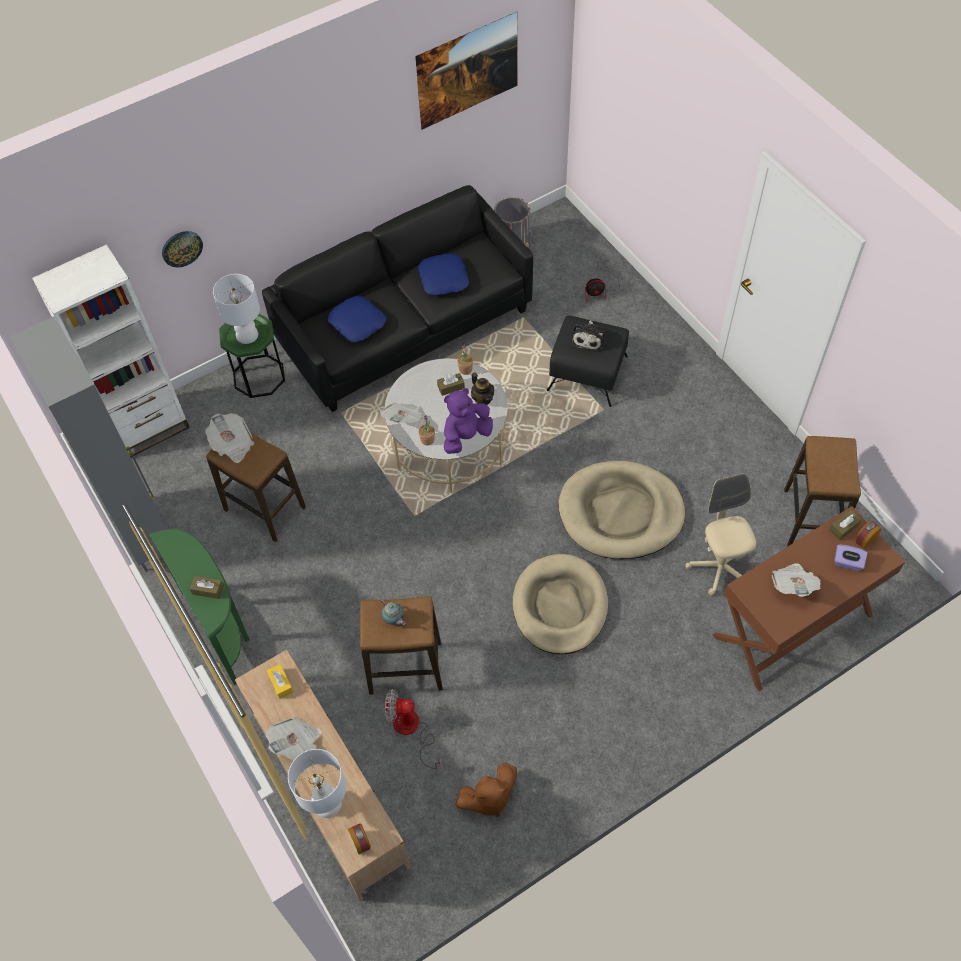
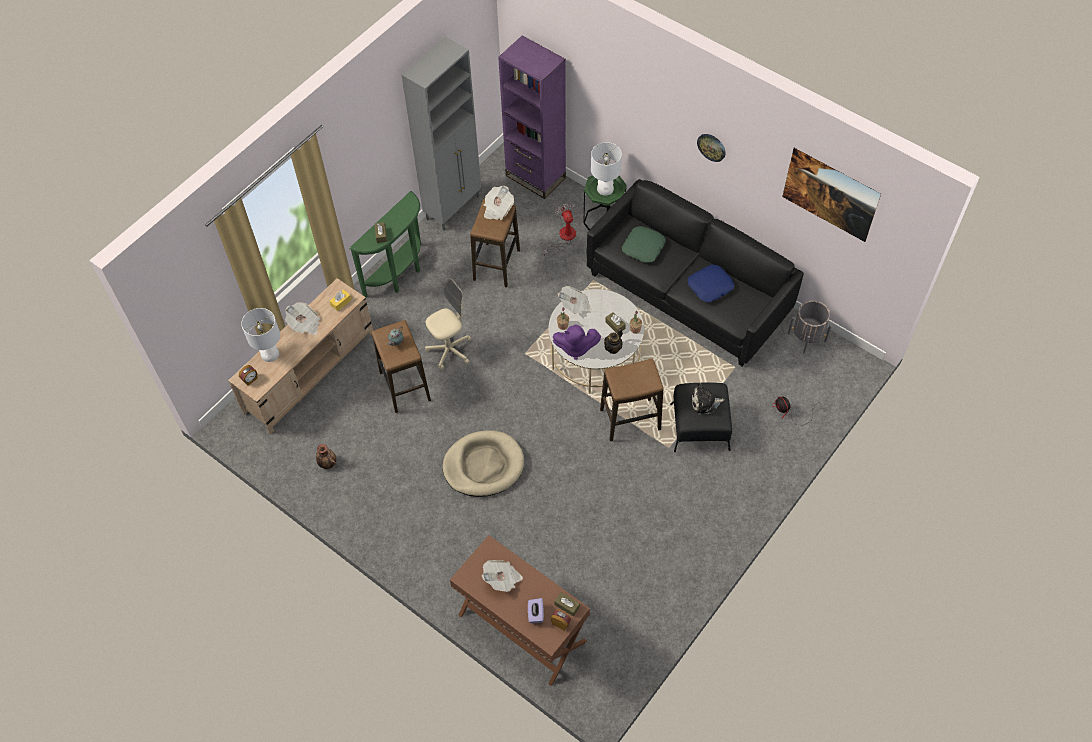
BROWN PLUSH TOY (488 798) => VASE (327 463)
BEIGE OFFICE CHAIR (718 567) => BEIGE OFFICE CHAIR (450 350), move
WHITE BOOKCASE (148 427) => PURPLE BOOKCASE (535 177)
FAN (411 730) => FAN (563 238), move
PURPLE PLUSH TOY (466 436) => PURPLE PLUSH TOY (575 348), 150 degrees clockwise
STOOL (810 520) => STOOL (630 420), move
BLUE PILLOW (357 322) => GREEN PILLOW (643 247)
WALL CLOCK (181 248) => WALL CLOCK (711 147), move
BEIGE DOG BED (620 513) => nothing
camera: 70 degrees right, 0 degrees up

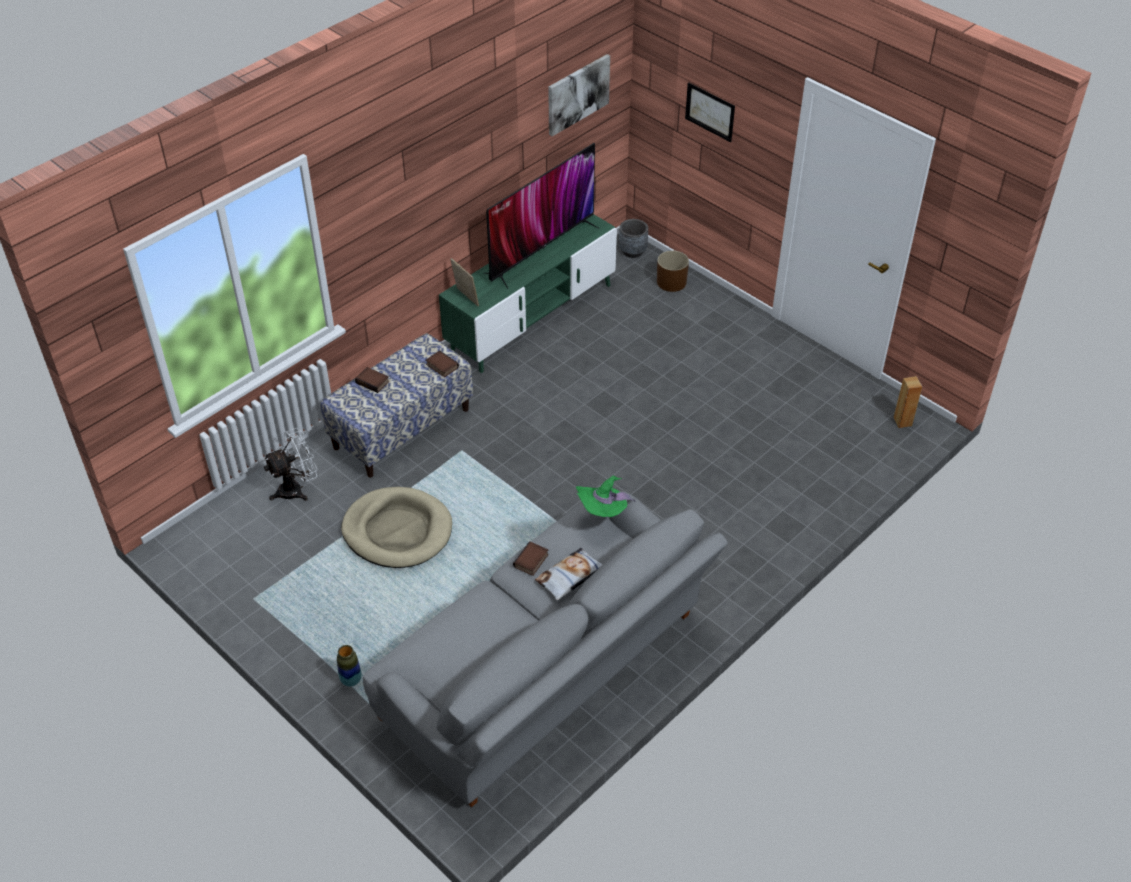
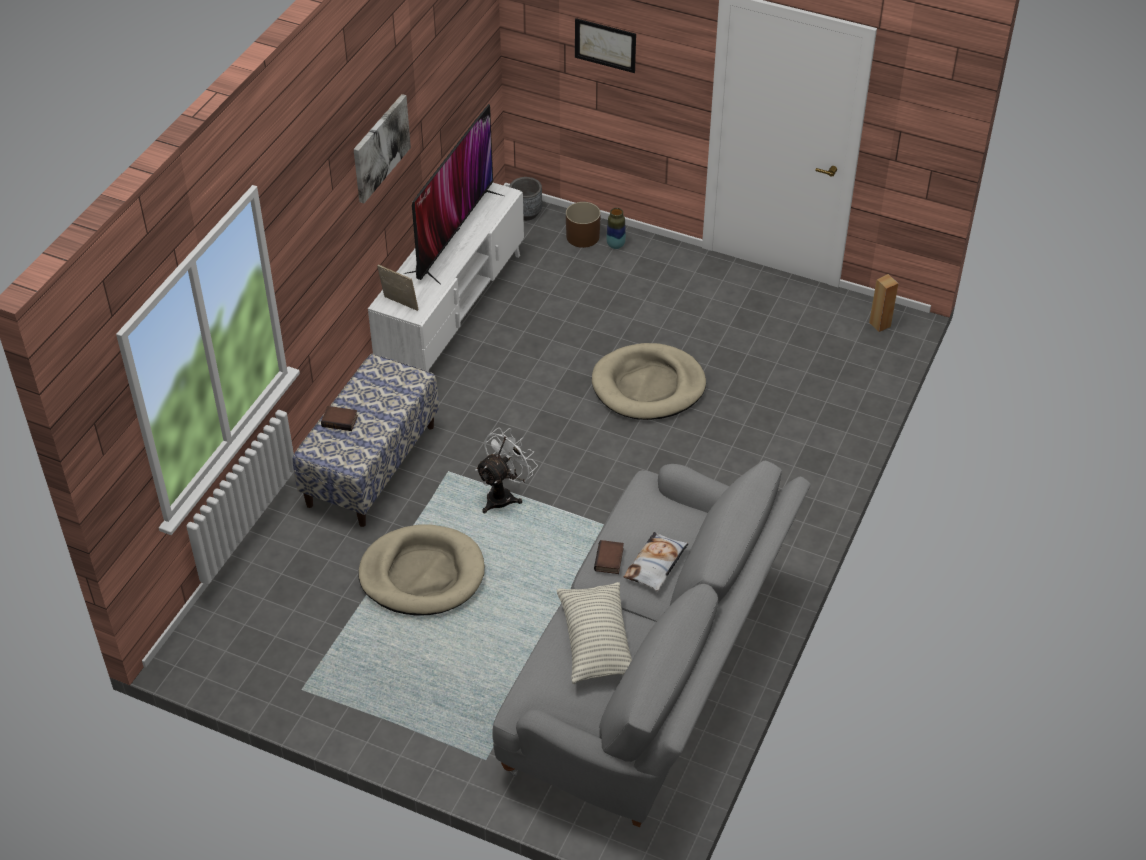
PICTURE (577 94) => PICTURE (380 147), move
GREEN TV STAND (532 317) => WHITE TV STAND (453 310)
WHITE FAN (296 489) => WHITE FAN (504 495), move
nothing => PILLOW (596 642)
nothing => BEIGE DOG BED (648 386)
VASE (351 680) => VASE (615 245), move
BOOK (441 366) => nothing
GREEN HAT (603 512) => nothing
camera: 20 degrees left, 0 degrees up

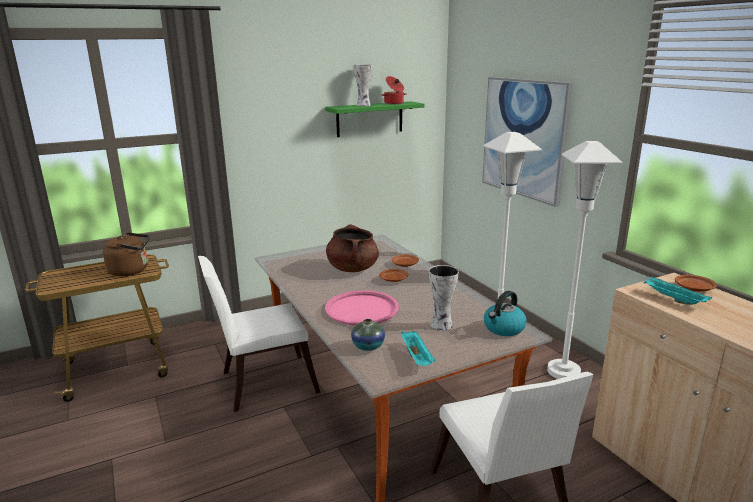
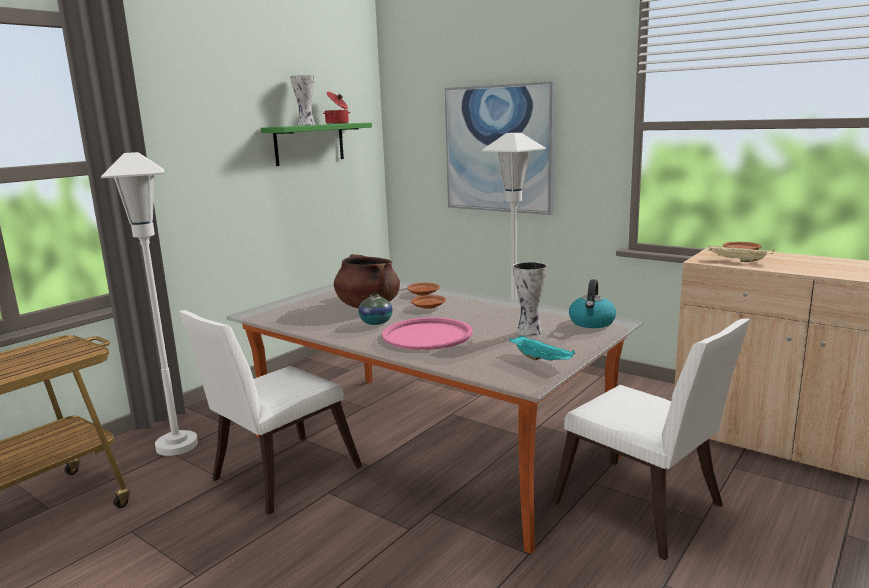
WHITE FLOOR LAMP (563 372) => WHITE FLOOR LAMP (177 445), move
VASE (368 346) => VASE (376 322), move
TURQUOISE TRAY (673 299) => BEIGE TRAY (737 261)
BROWN KETTLE (131 270) => nothing
camera: 25 degrees left, 5 degrees down

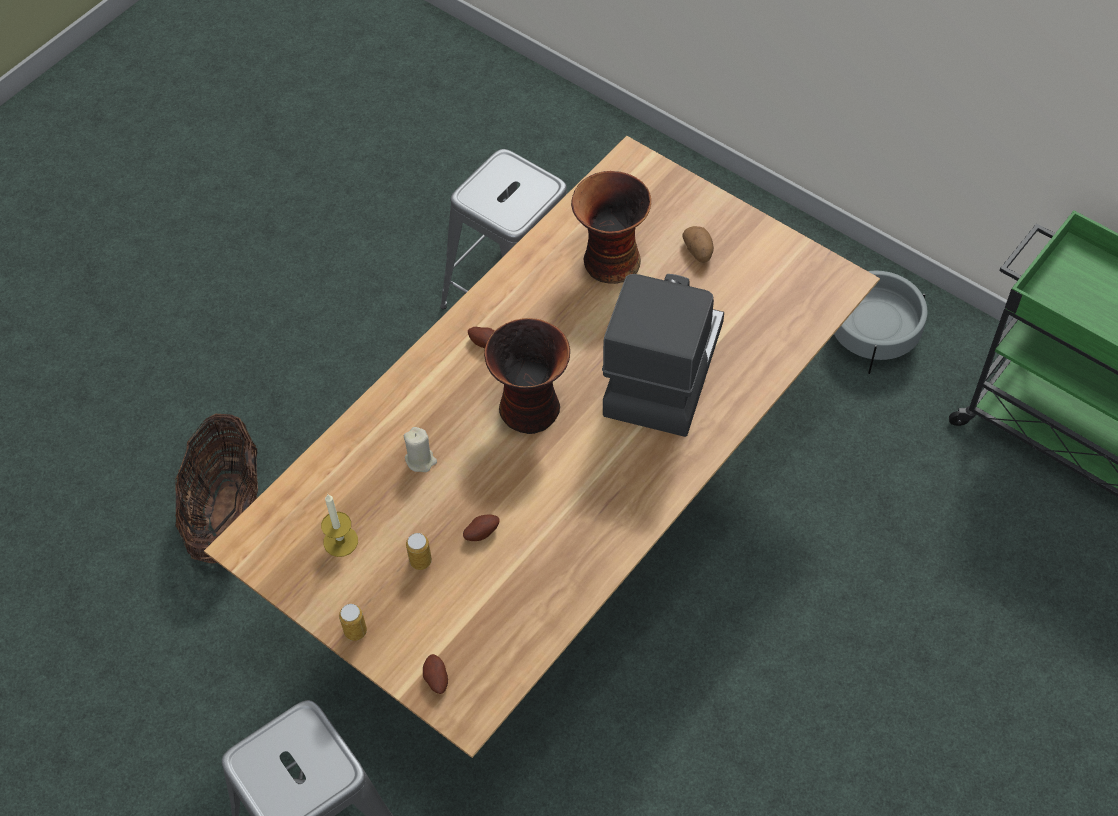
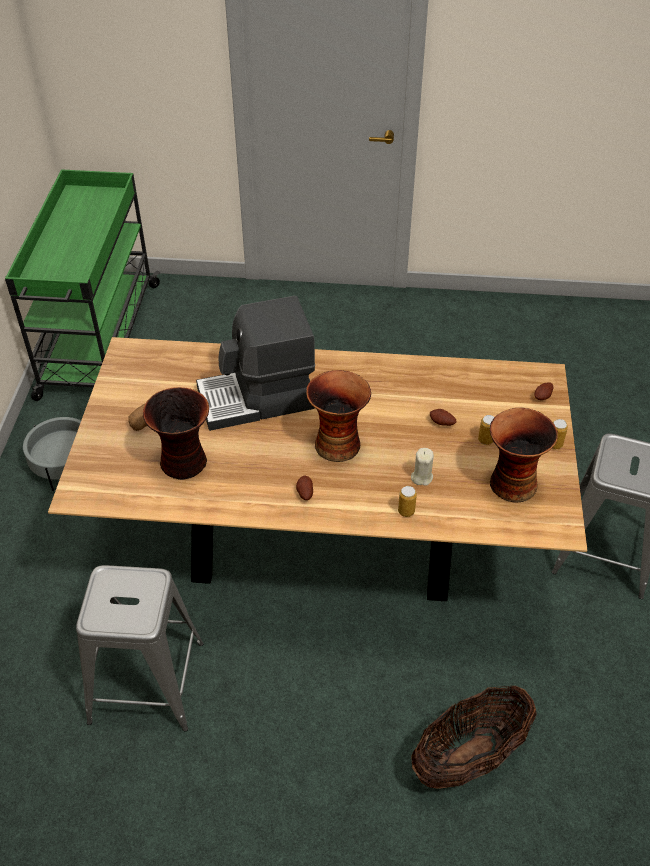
nothing => CAN (406 511)
CANDLE (340 541) => VASE (511 484)
camera: 125 degrees left, 10 degrees down

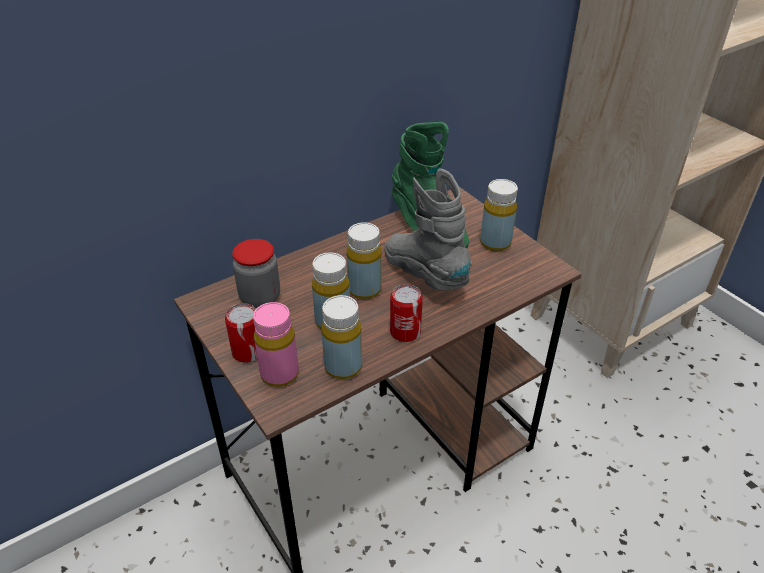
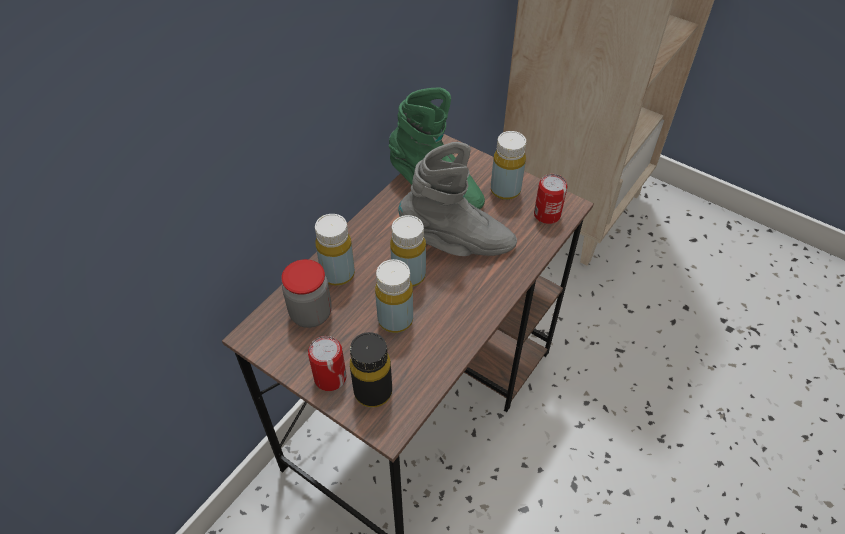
YELLOW BOTTLE (343 367) => YELLOW BOTTLE (338 274), move
PINK BOTTLE (279 374) => BLACK BOTTLE (373 392)
GREY BOOT (425 275) => GREY BOOT (457 243), 150 degrees clockwise
CAN (405 332) => CAN (547 215), move
camera: 20 degrees left, 10 degrees up

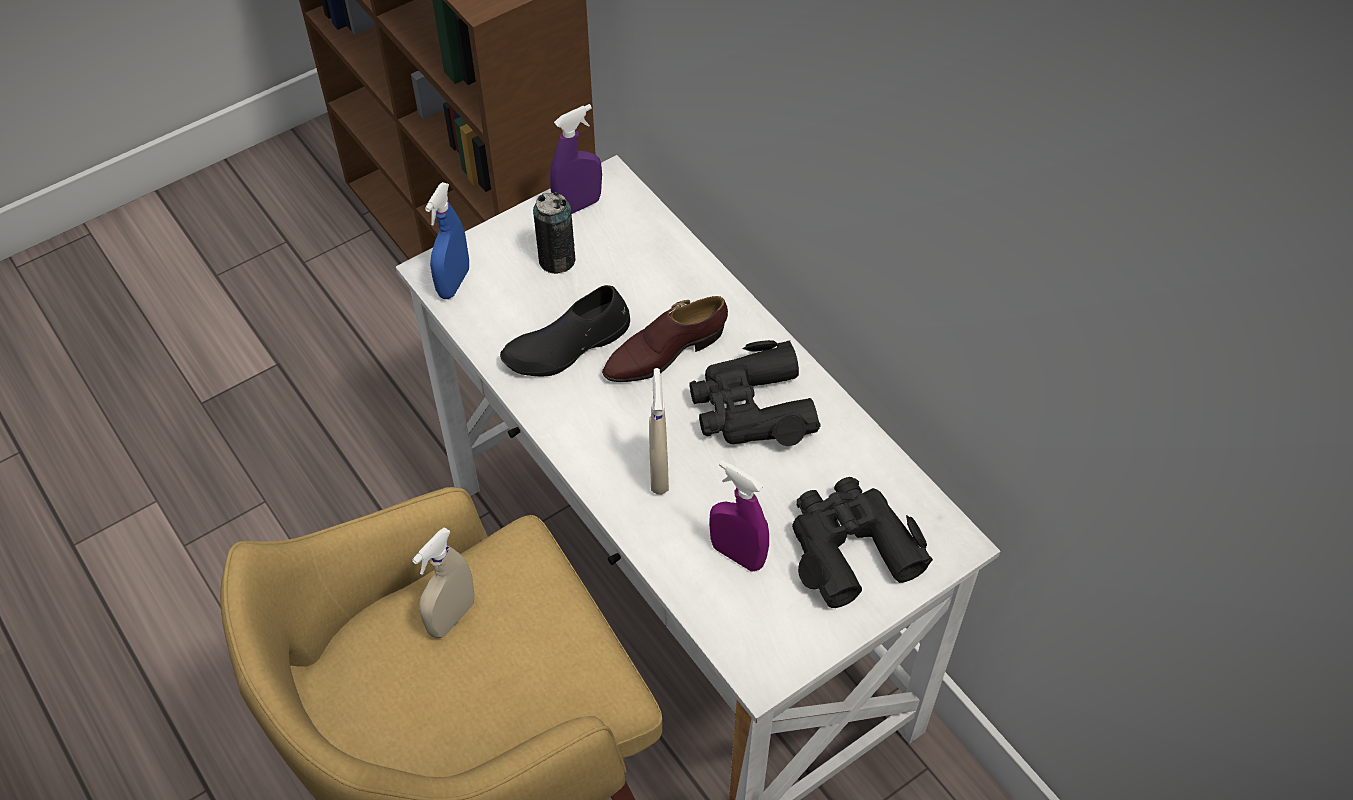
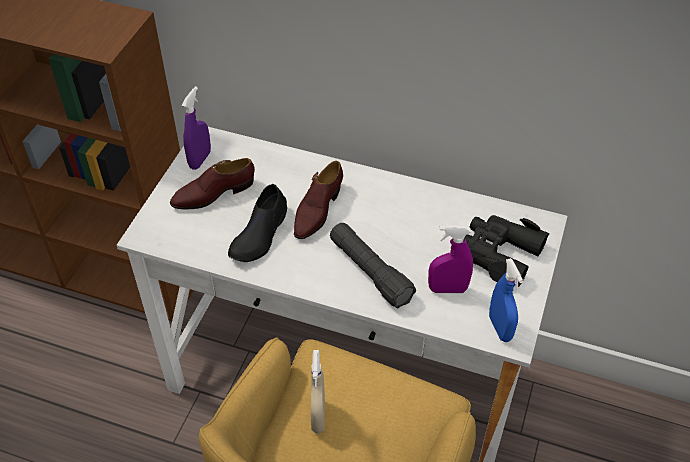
CAN (557 260) => BROWN SHOE (213 193)
BEIGE SPRAY BOTTLE (659 473) => BLACK FLASHLIGHT (370 272)
BLUE SPRAY BOTTLE (454 283) => BLUE SPRAY BOTTLE (500 328), move
BLACK BINOCULARS (751 408) => nothing
camera: 35 degrees left, 5 degrees down

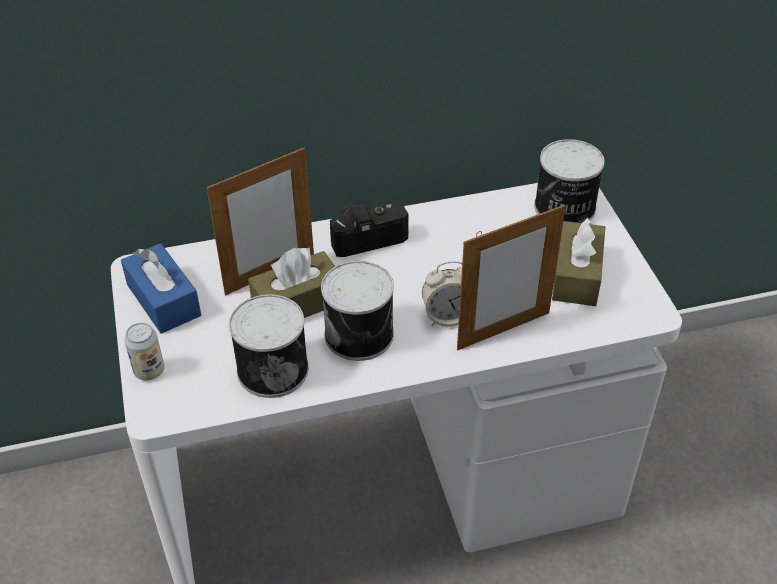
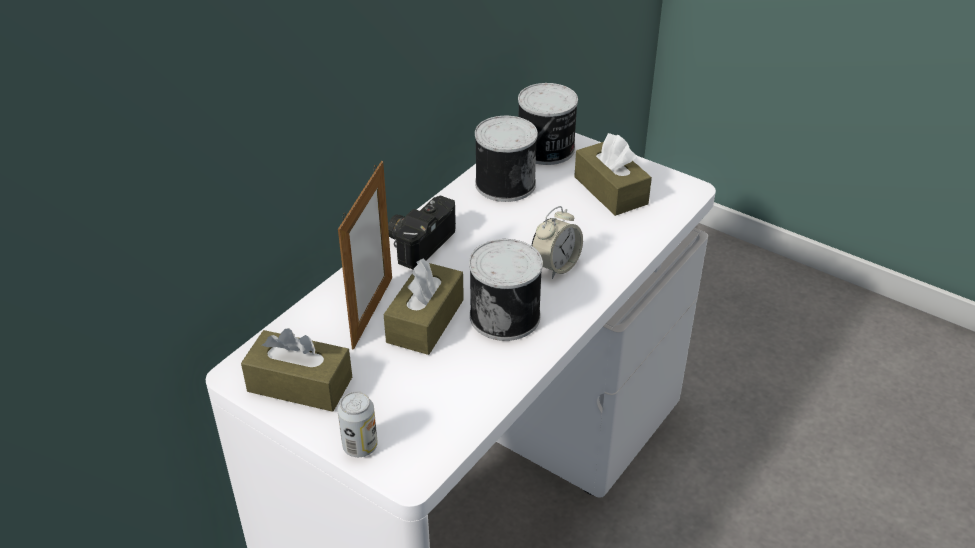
BLUE TISSUE BOX (163 300) => BROWN TISSUE BOX (300 384)
CAN (273 368) => CAN (504 183), move
PICTURE FRAME (503 330) => nothing
camera: 40 degrees left, 5 degrees down

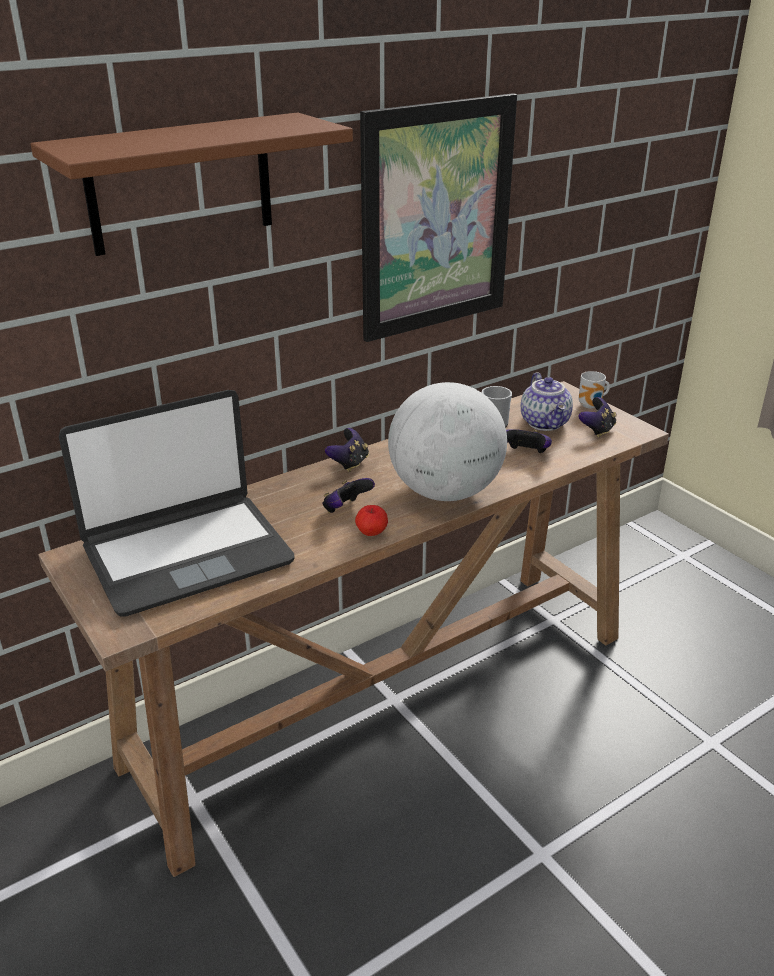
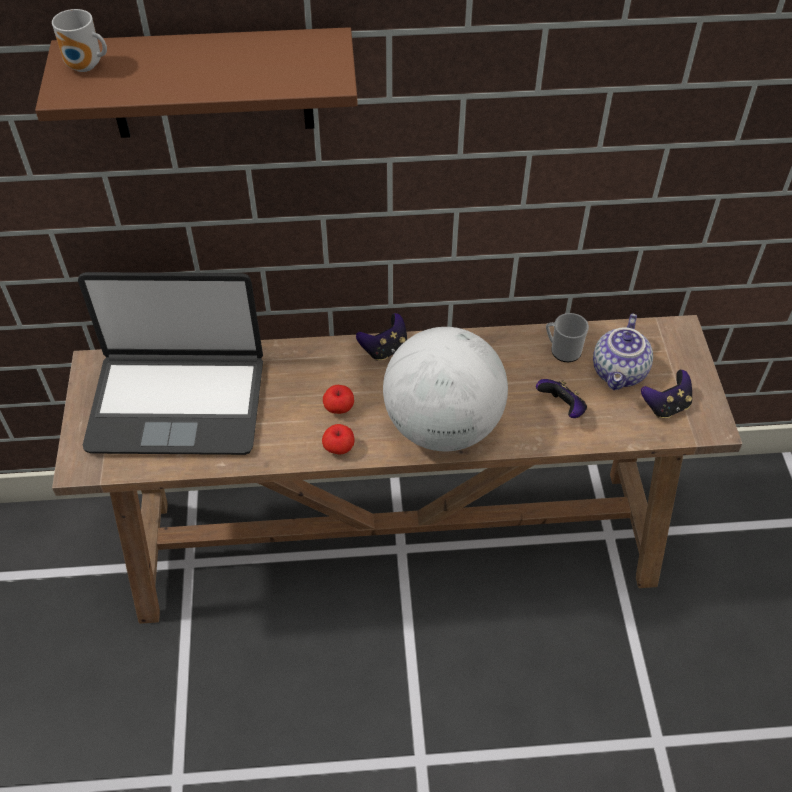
MUG (591 406) => MUG (86 67), move
GAME CONTROLLER (346 509) => APPLE (339 408)
PICTURE (436 218) => nothing
camera: 30 degrees right, 20 degrees up

